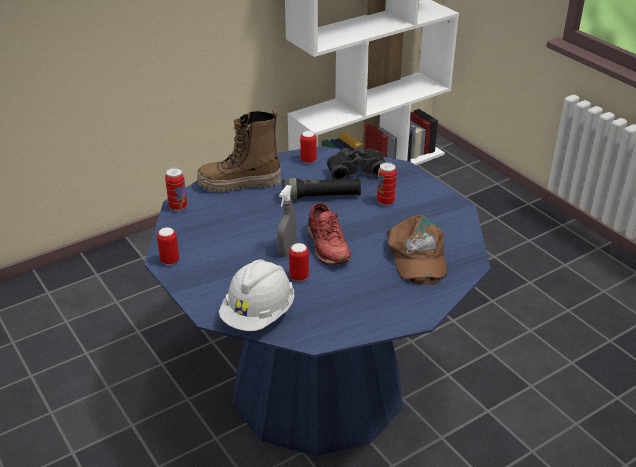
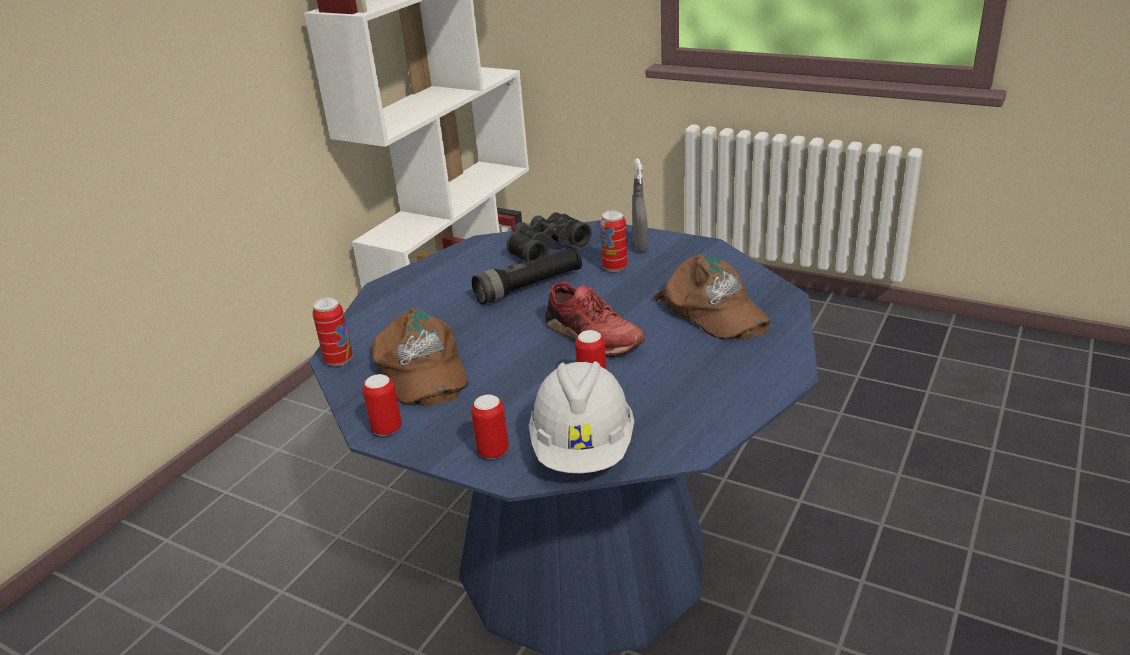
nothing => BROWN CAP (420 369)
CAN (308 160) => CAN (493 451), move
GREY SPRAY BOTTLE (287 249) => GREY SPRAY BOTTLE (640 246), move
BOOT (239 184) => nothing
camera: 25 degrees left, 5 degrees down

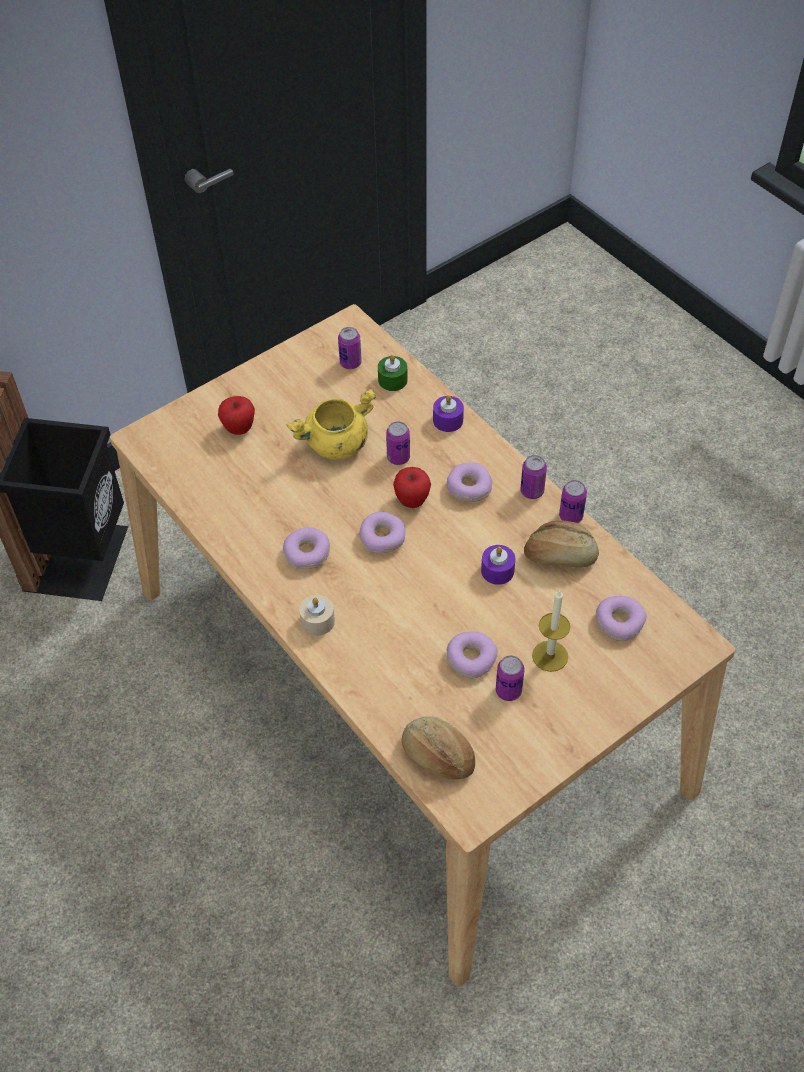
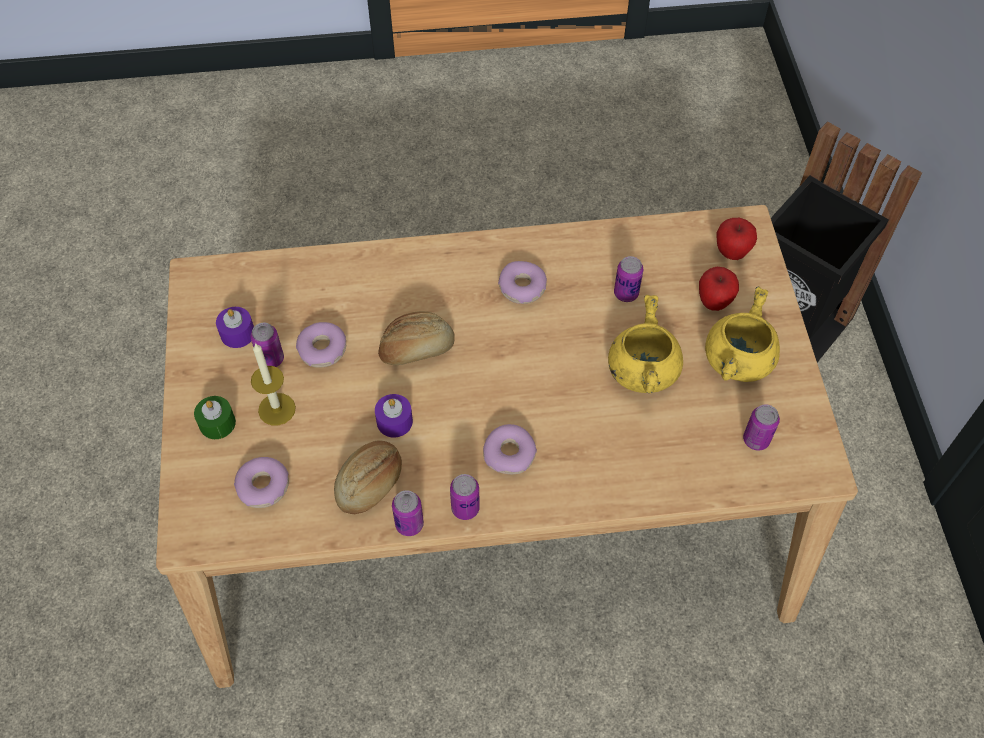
GREEN CANDLE (392 380) => GREEN CANDLE (217 423), move
PURPLE CANDLE (448 420) => PURPLE CANDLE (237 333), move
BREAD (437 757) => BREAD (416 349), move
CAN (398 457) => CAN (626 293), move
nothing => YELLOW COOKING POT (738 362)
APPLE (412 500) => APPLE (731 252), move
BEIGE CANDLE (317 621) => nothing
DONUT (382 537) => nothing
camera: 120 degrees right, 5 degrees up

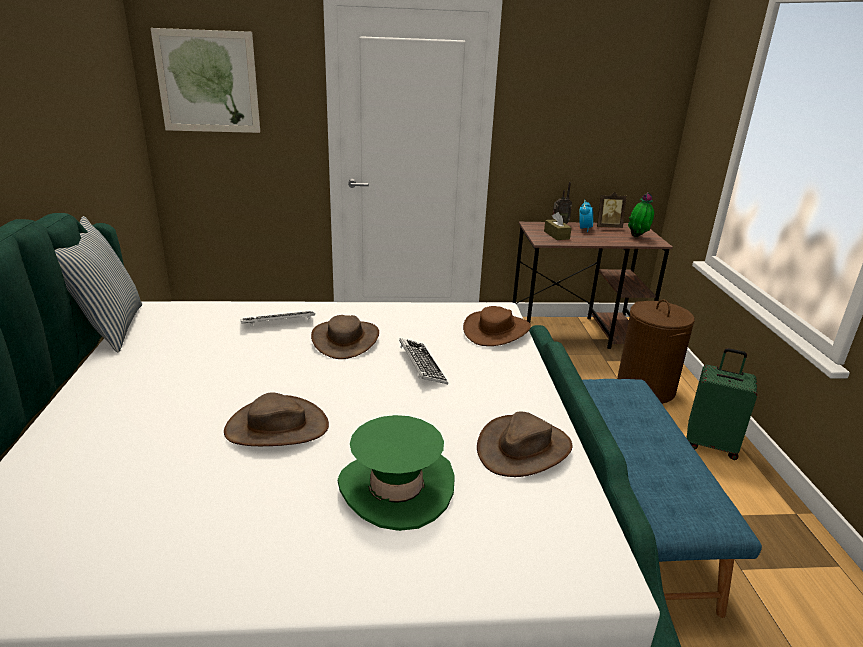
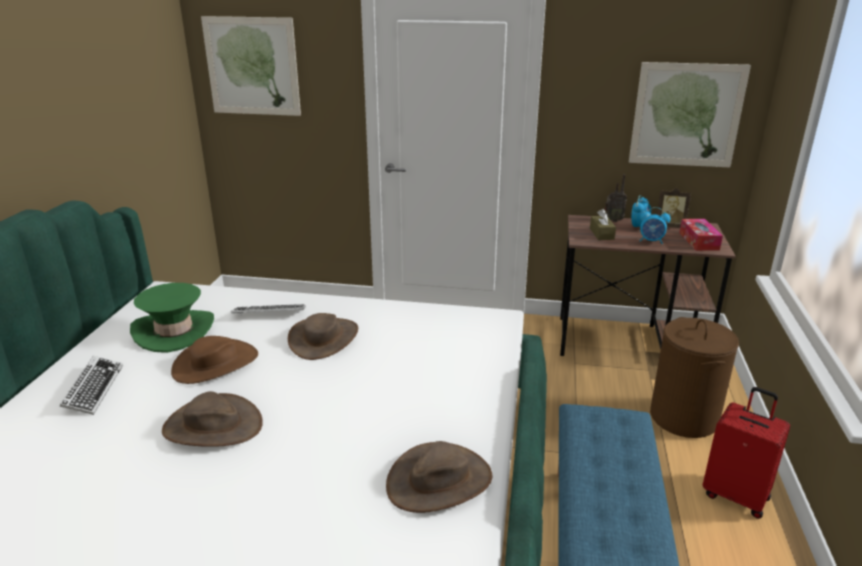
KEYBOARD (421 366) => KEYBOARD (94 389), move
GREEN HAT (396 488) => GREEN HAT (174 331), move
BROWN HAT (497 330) => BROWN HAT (216 364), move
nothing => PICTURE (686 115)
nothing => ALARM CLOCK (651 241)
POTTED PLANT (638 237) => TISSUE BOX (699 241)
GREEN SUITCASE (711 444) => RED SUITCASE (736 495)
PILLOW (110 328) => nothing
camera: 15 degrees right, 0 degrees up

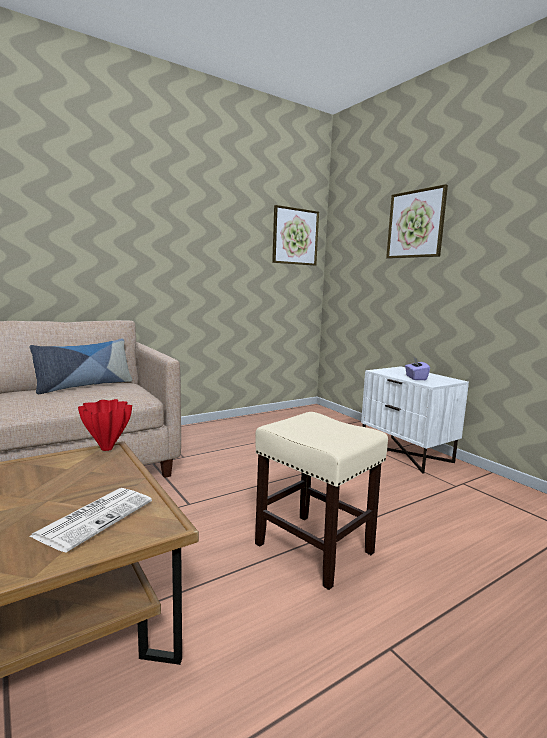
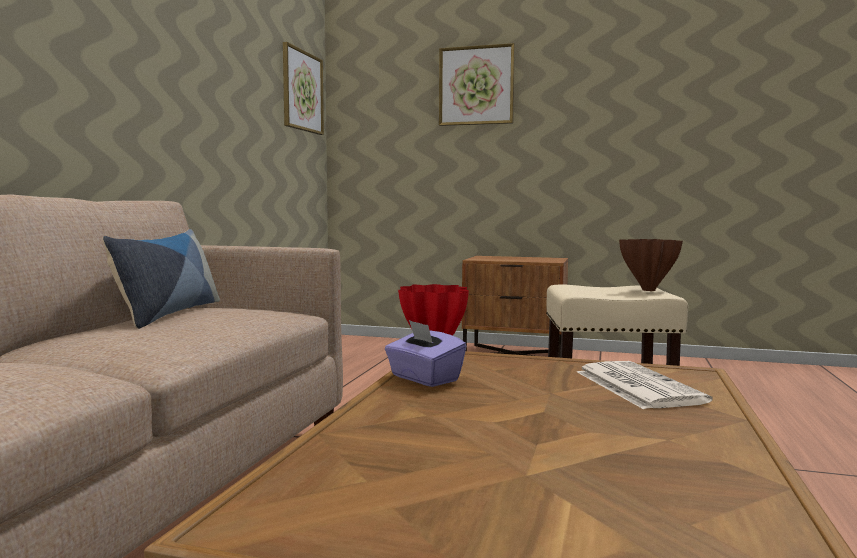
PURPLE TISSUE BOX (415 378) => PURPLE TISSUE BOX (424 378), move
WHITE NIGHTSTAND (407 453) => BROWN NIGHTSTAND (515 354)
nothing => BROWN VASE (650 290)
camera: 40 degrees left, 5 degrees down

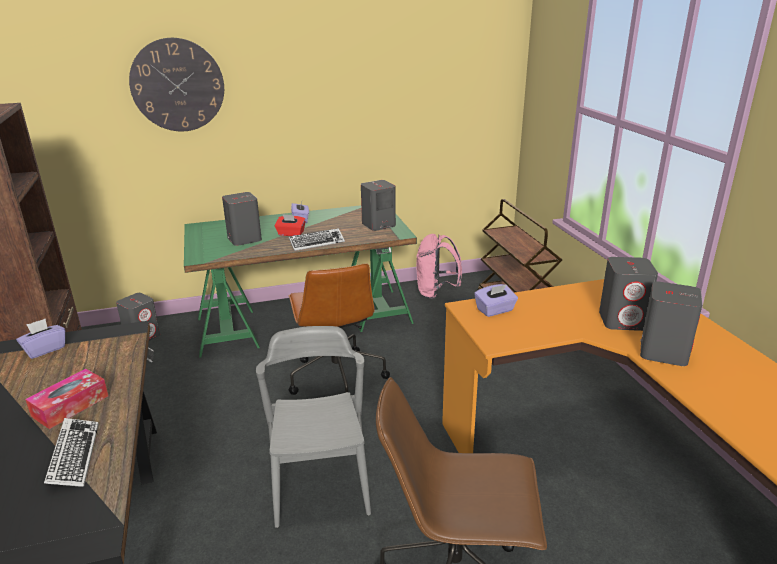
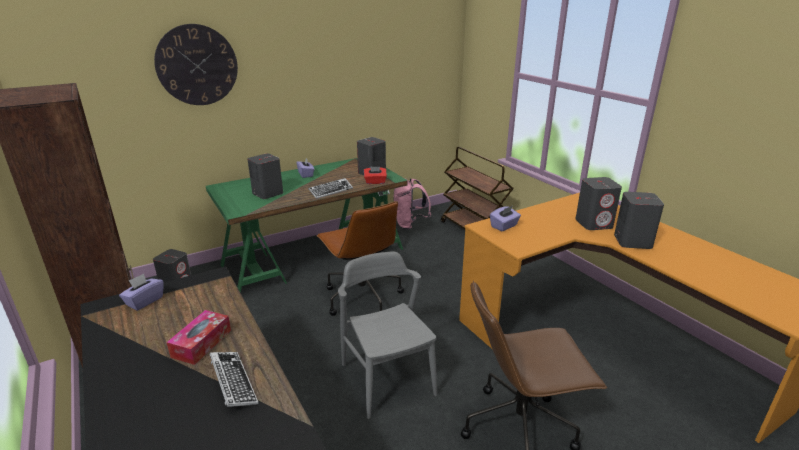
RED TISSUE BOX (291 234) => RED TISSUE BOX (375 182), move
camera: 15 degrees left, 0 degrees up

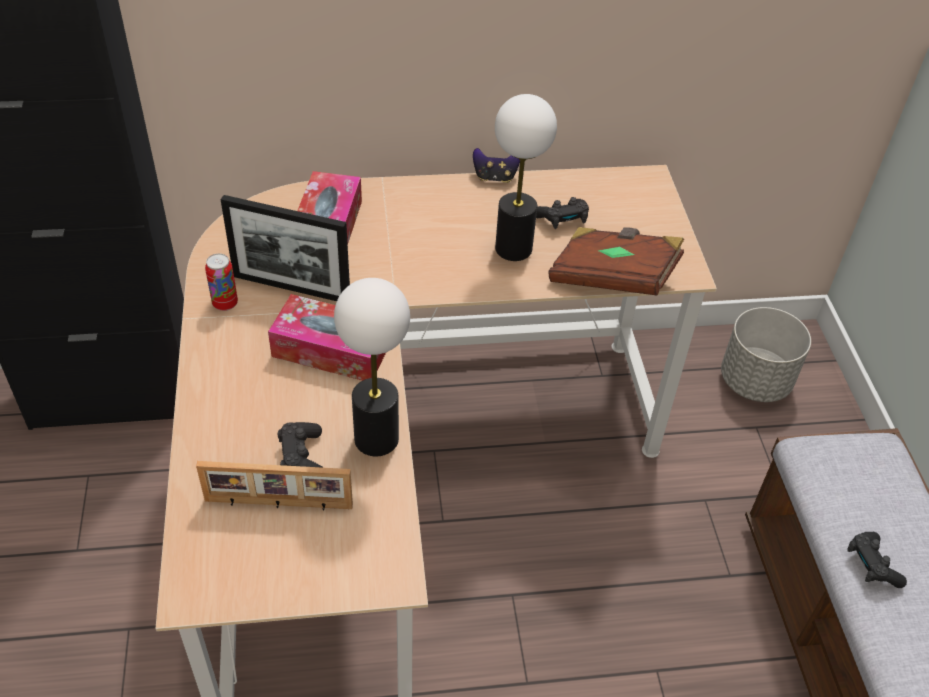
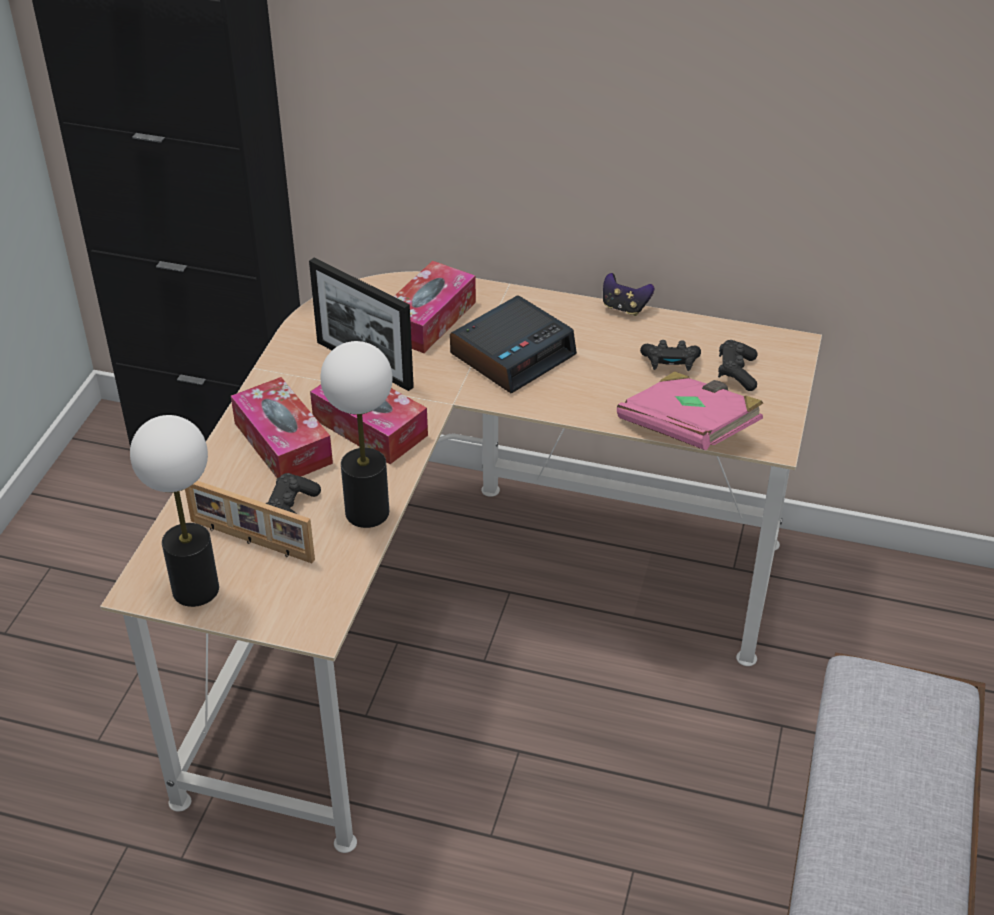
TABLE LAMP (513 248) => TABLE LAMP (196 589), move
nothing => TISSUE BOX (283 443)
nothing => ALARM CLOCK (513 354)
BROWN BOOK (613 278) => PINK BOOK (688 430)
BLACK GAME CONTROLLER (871 565) => BLACK GAME CONTROLLER (736 373), move
CAN (225 304) => nothing
GREY PLANTER (754 381) => nothing
camera: 25 degrees right, 5 degrees down

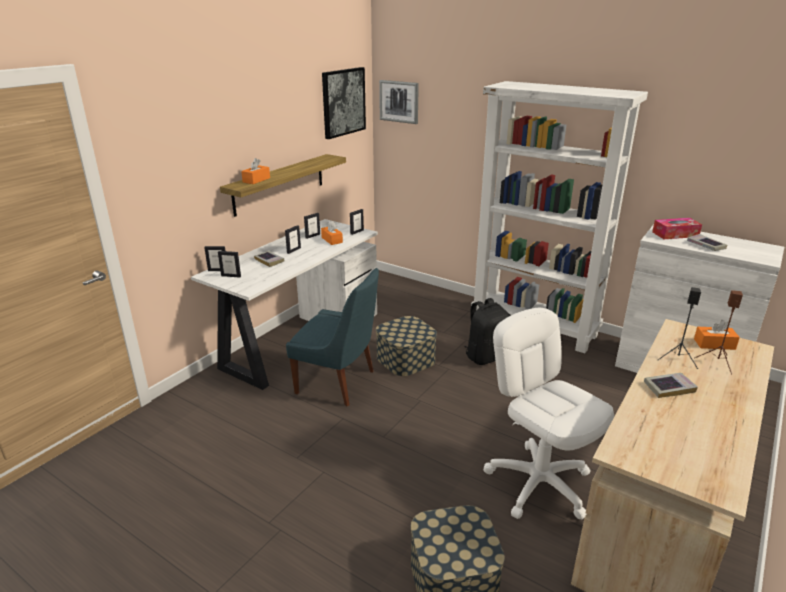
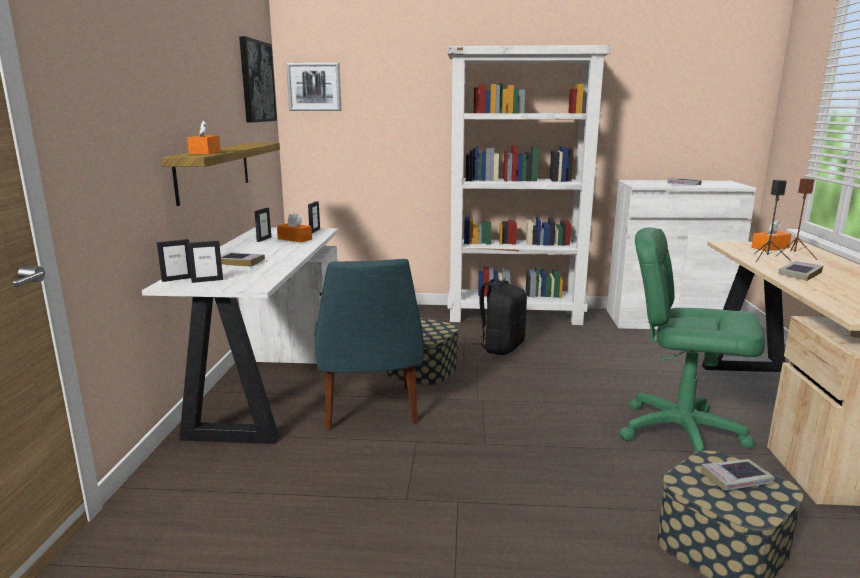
BLUE CHAIR (338 383) => BLUE CHAIR (370 409), 90 degrees clockwise
WHITE OFFICE CHAIR (539 483) => GREEN OFFICE CHAIR (680 432)
nothing => BOOK (736 479)
PICTURE FRAME (293 250) => nothing
TISSUE BOX (675 234) => nothing
camera: 30 degrees left, 10 degrees down

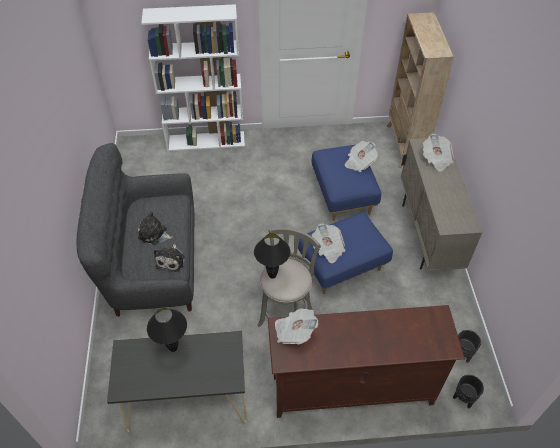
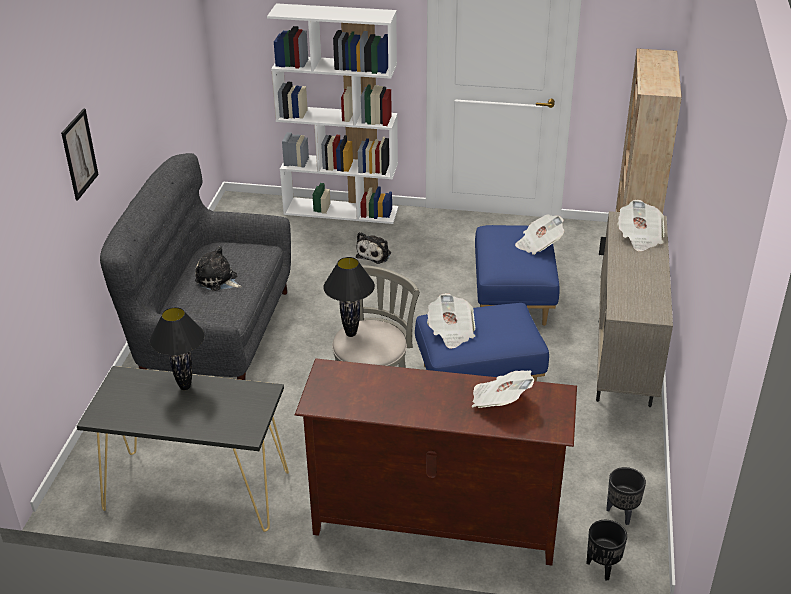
nothing => PICTURE (79 154)
PLUSH TOY (171 260) => PLUSH TOY (375 254), move
NEWSPAPER (294 331) => NEWSPAPER (499 401), move
camera: 15 degrees right, 15 degrees down

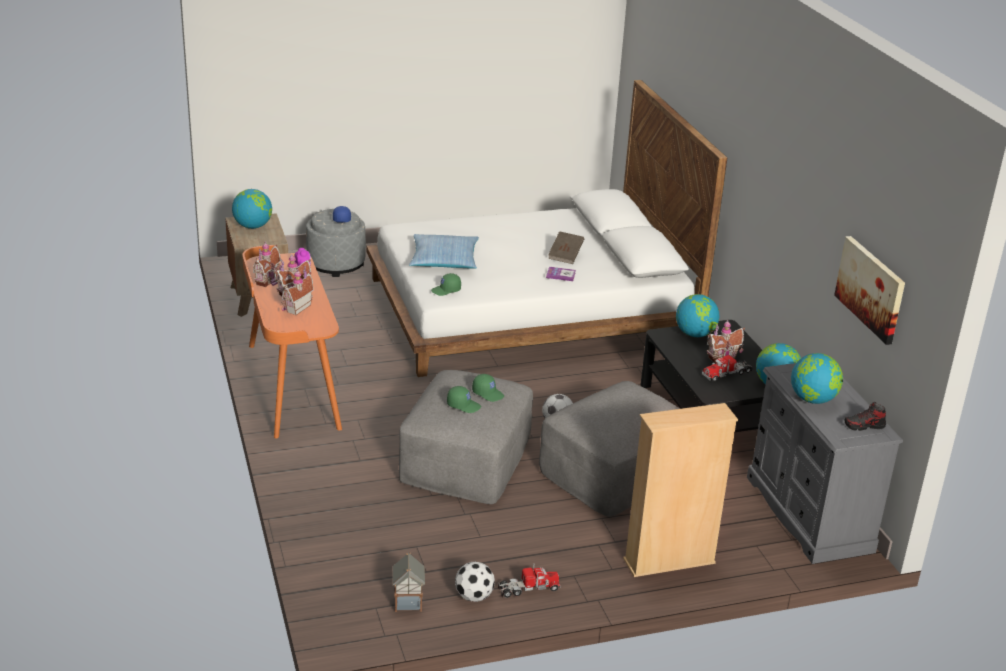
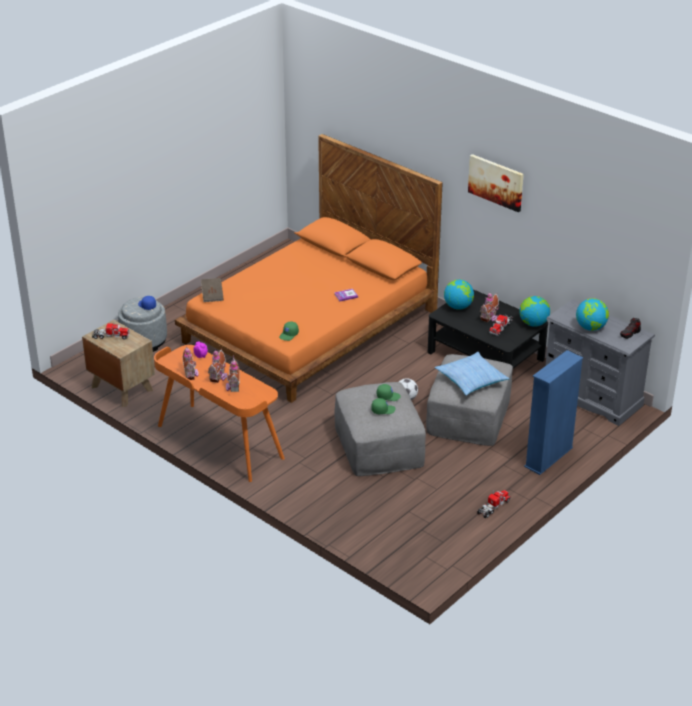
GLOBE (253 226) => TOY TRUCK (110 336)
WHITE BED (529 311) => ORANGE BED (309 326)
BROWN BOOK (565 256) => BROWN BOOK (212 295), move
PILLOW (444 259) => PILLOW (471 379), move
PICTURE (871 289) => PICTURE (496 182), move
BEIGE BOOKCASE (669 561) => BLUE BOOKCASE (548 457)
TOY HOUSE (408 602) => nothing
FOOTBALL (473 596) => nothing
camera: 30 degrees left, 5 degrees up

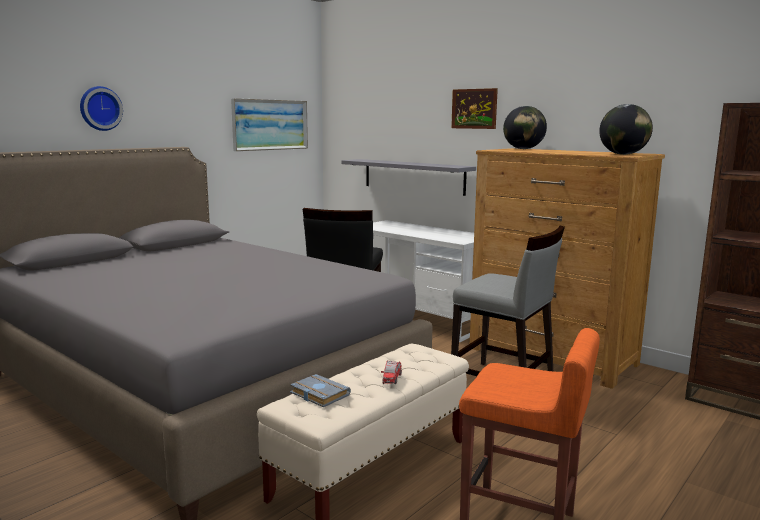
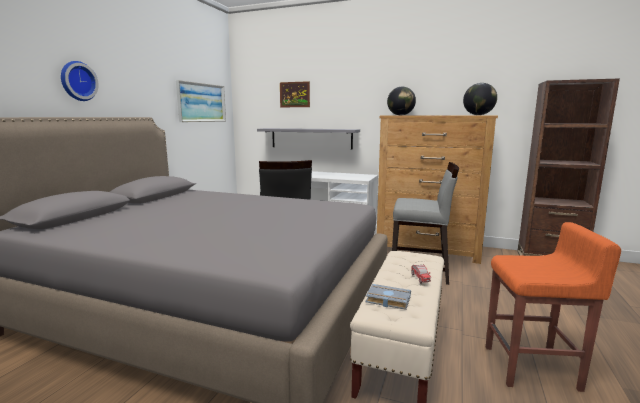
PICTURE (474 108) => PICTURE (294 94), move
camera: 20 degrees left, 0 degrees up

